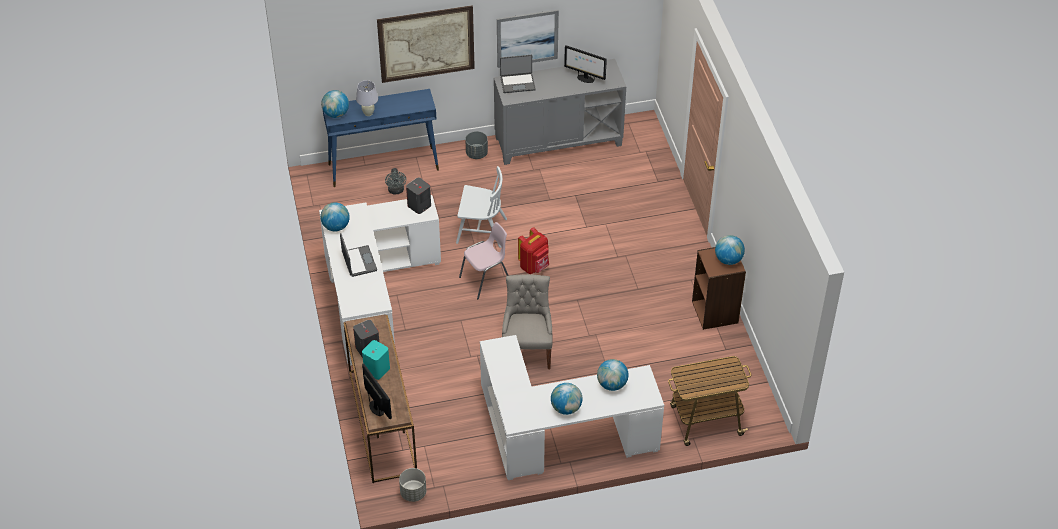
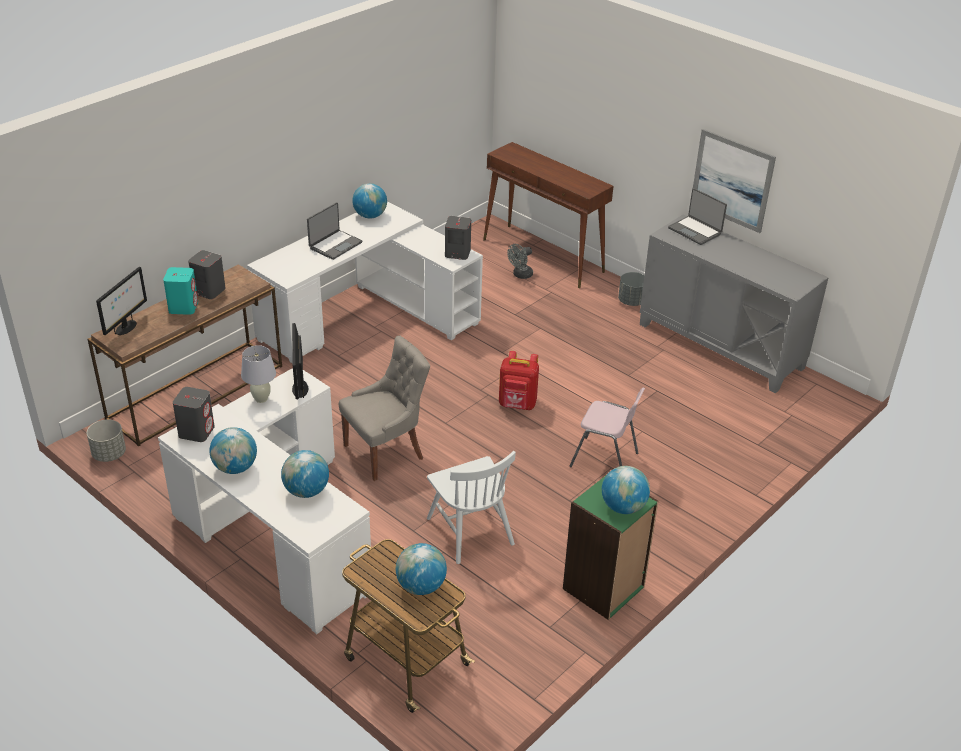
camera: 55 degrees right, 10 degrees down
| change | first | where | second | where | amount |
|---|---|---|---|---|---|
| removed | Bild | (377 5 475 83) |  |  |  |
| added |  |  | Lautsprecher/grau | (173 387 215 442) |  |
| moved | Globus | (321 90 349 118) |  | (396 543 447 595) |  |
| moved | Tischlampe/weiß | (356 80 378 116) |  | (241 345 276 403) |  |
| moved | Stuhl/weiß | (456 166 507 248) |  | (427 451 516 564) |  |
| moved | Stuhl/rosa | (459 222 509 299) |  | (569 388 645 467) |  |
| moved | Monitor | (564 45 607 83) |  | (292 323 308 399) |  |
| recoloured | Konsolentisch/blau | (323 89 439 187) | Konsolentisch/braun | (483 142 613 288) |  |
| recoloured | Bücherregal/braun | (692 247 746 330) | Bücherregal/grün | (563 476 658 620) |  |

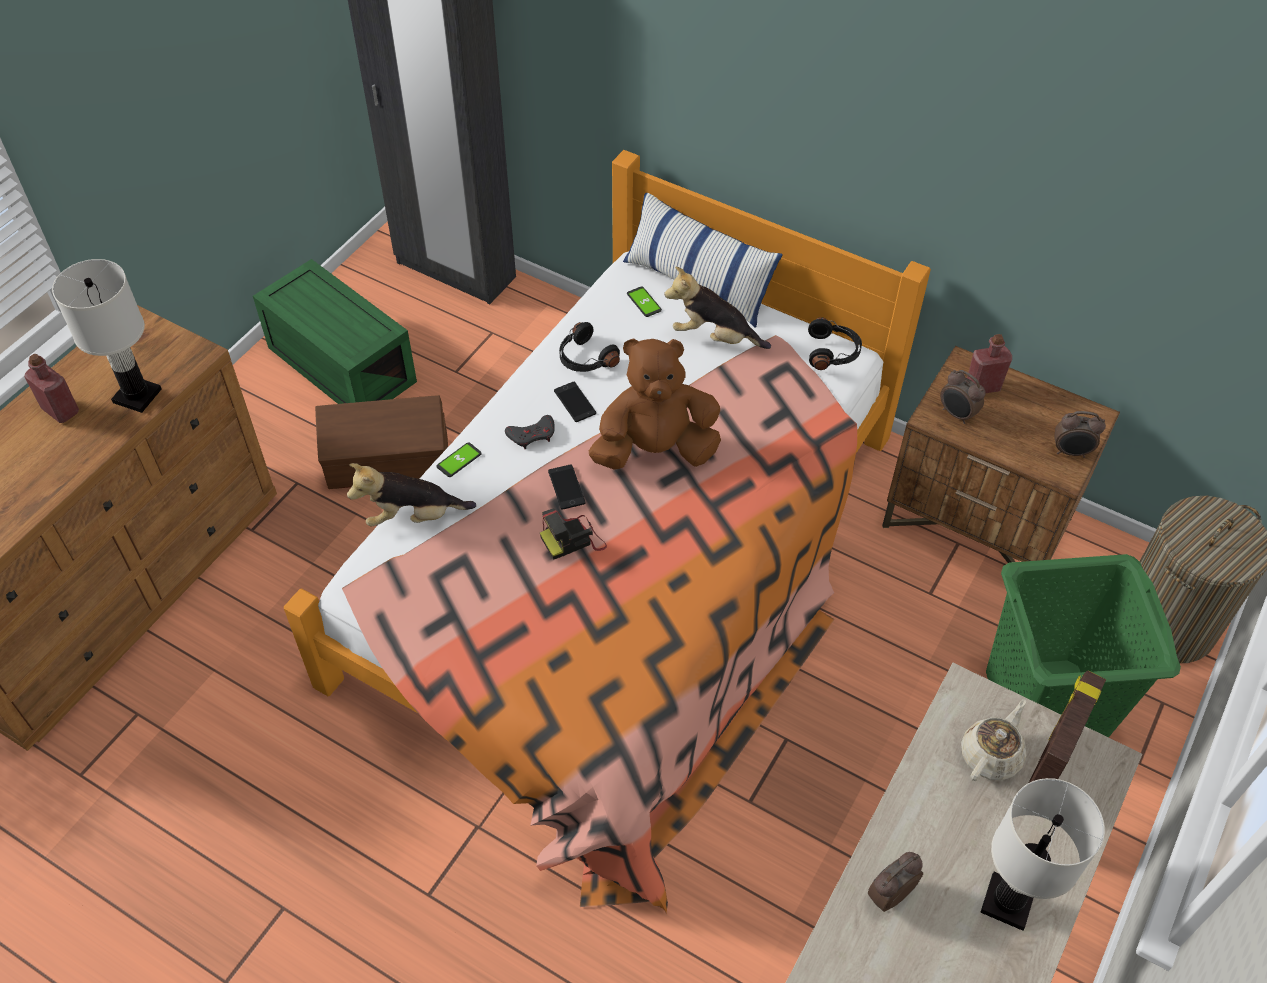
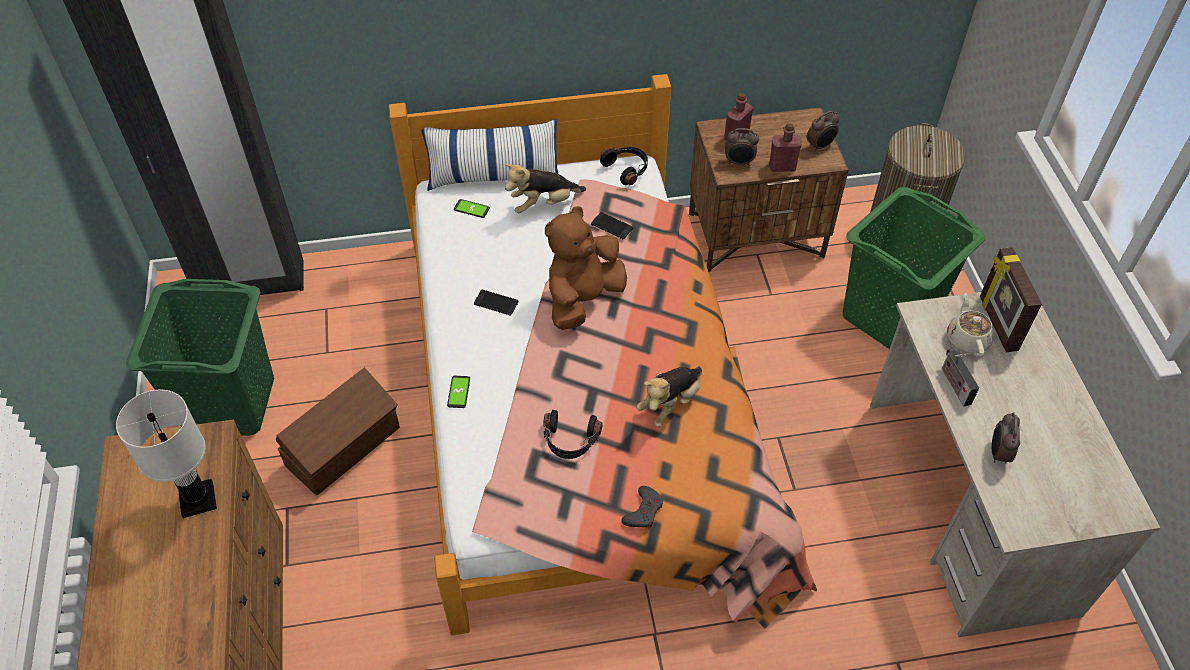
camera: 40 degrees left, 0 degrees up
| change | first | where | second | where | amount |
|---|---|---|---|---|---|
| removed | Kamera | (540 509 607 560) |  |  |  |
| removed | Tischlampe/weiß | (980 778 1105 931) |  |  |  |
| added |  |  | Radio | (942 349 979 406) |  |
| moved | Flasche/rot | (24 354 79 423) |  | (769 123 802 172) |  |
| moved | Plüschtier | (347 463 476 527) |  | (637 366 702 427) |  |
| moved | Gamepad/grau | (505 415 555 449) |  | (621 486 663 527) |  |
| moved | Handy | (548 464 585 510) |  | (591 212 633 239) |  |
| moved | Kopfhörer/schwarz | (559 322 620 372) |  | (543 410 603 459) |  |
| replaced | Aufbewahrungsbox/grün | (253 259 417 404) | Wäschekorb/grün | (126 279 274 436) |  |

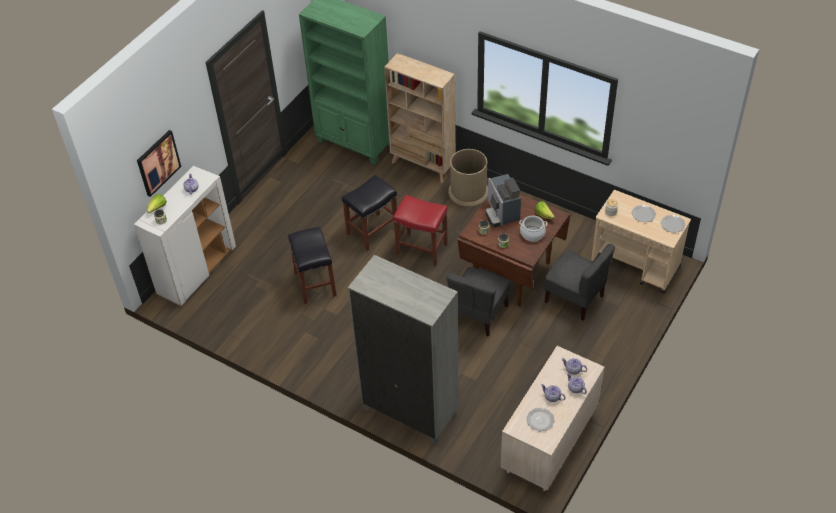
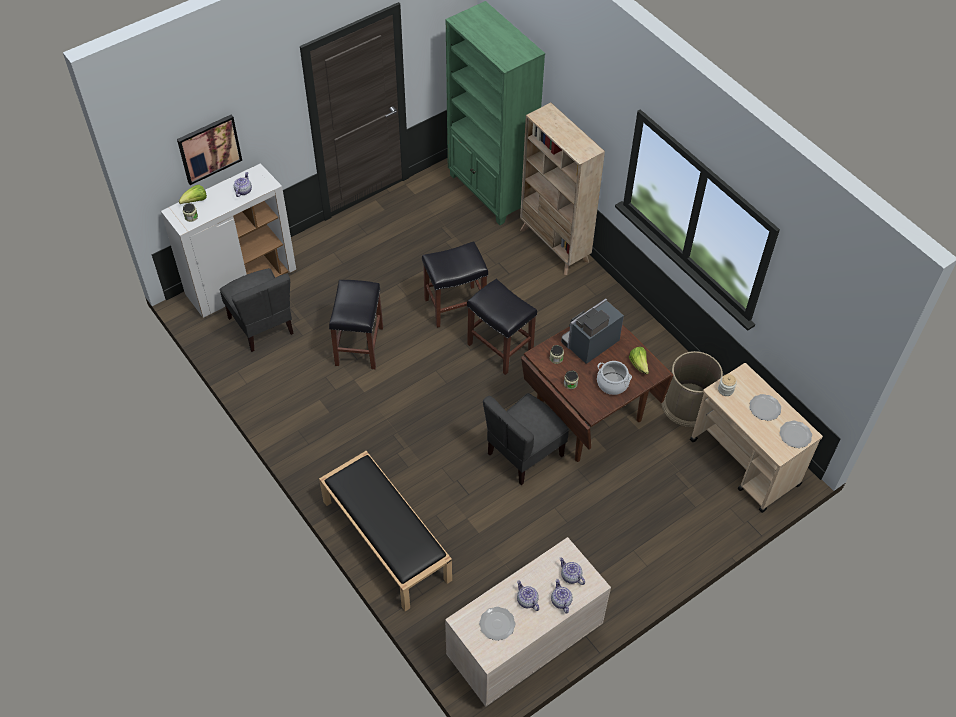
camera: 20 degrees right, 5 degrees up
| change | first | where | second | where | amount |
|---|---|---|---|---|---|
| moved | Mülleimer/braun | (448 149 488 207) |  | (661 351 723 427) |  |
| moved | Stuhl/grau | (544 244 615 320) |  | (220 268 294 352) |  |
| replaced | Bücherregal/grau | (348 255 459 445) | Bank/schwarz | (319 451 452 612) |  |
| recoloured | Hocker/rot | (393 195 448 266) | Hocker/schwarz | (467 279 537 375) |  |
| turned | Kaffeemaschine | (486 174 521 227) |  | (561 298 624 364) | 45 degrees clockwise |

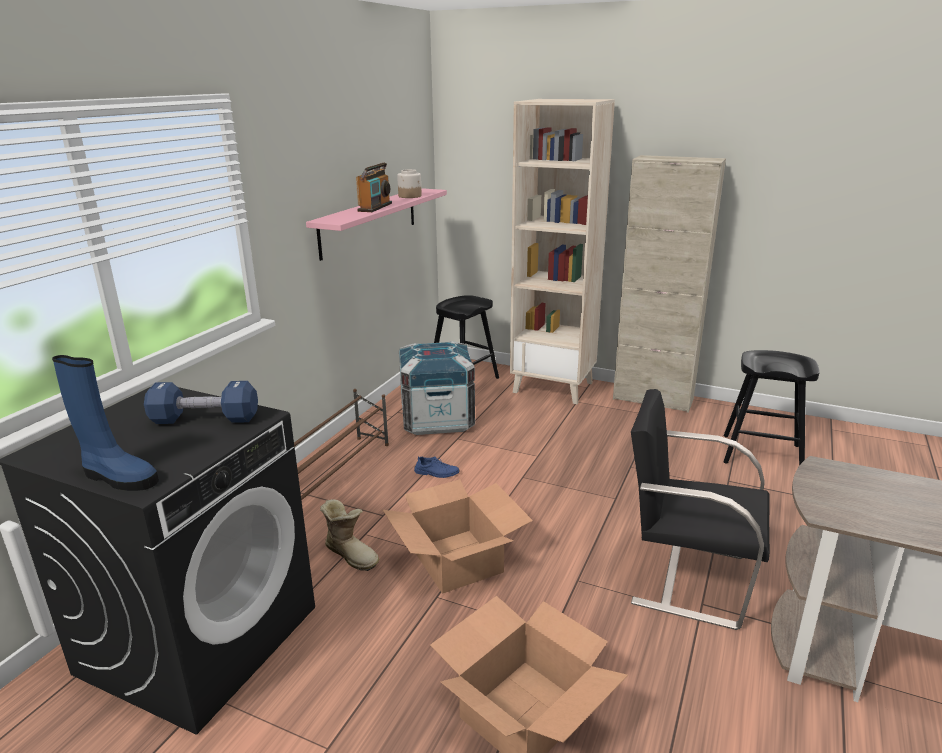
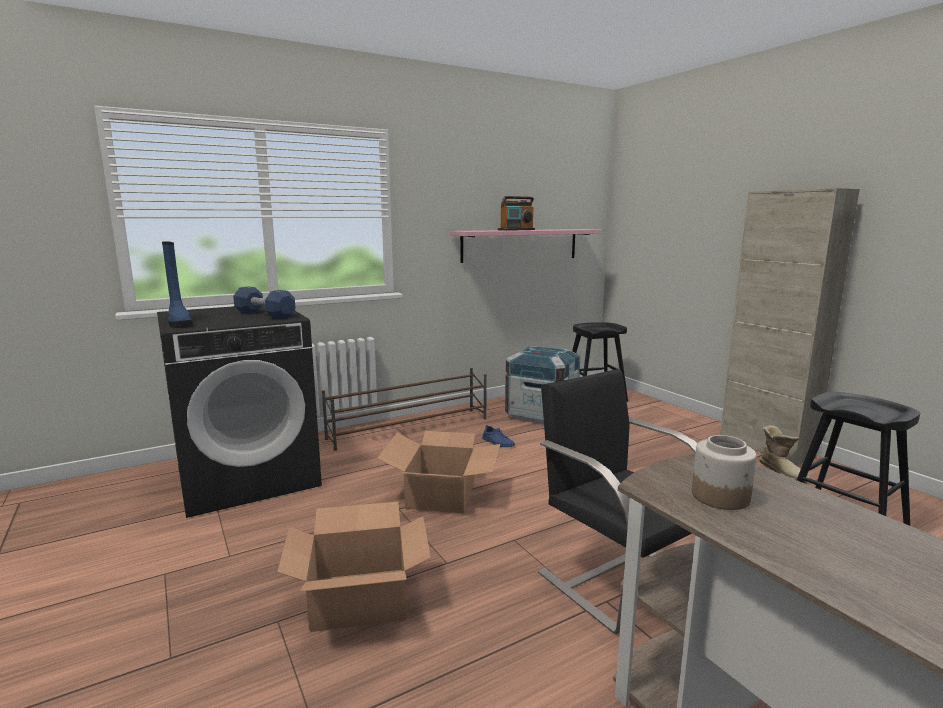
camera: 35 degrees right, 10 degrees down
| change | first | where | second | where | amount |
|---|---|---|---|---|---|
| removed | Bücherregal/beige | (510 99 615 404) |  |  |  |
| moved | Stiefel | (320 499 379 571) |  | (759 425 810 484) |  |
| moved | Vorratsglas | (397 169 422 198) |  | (692 435 757 510) |  |

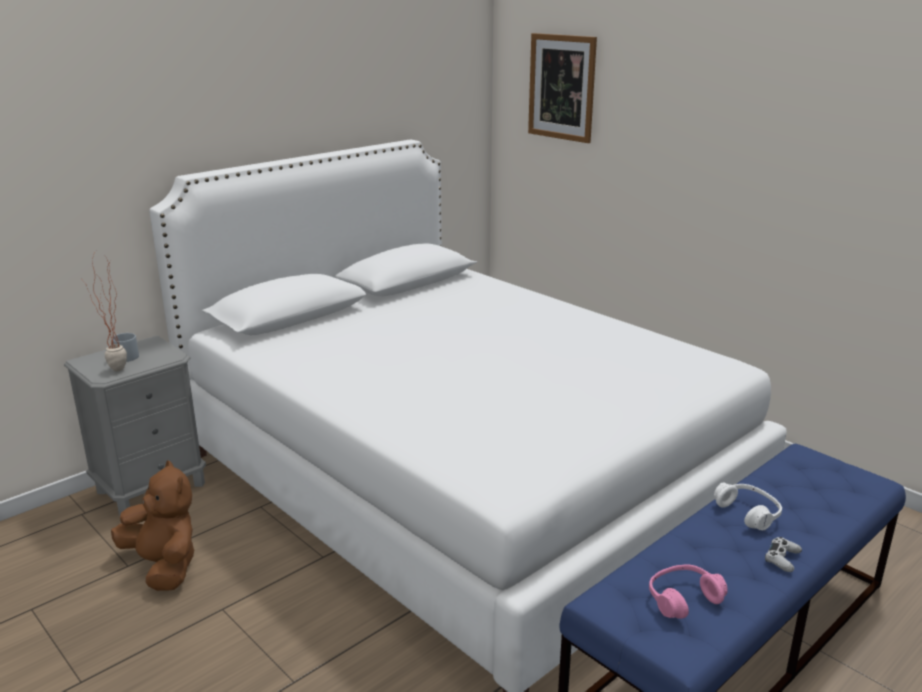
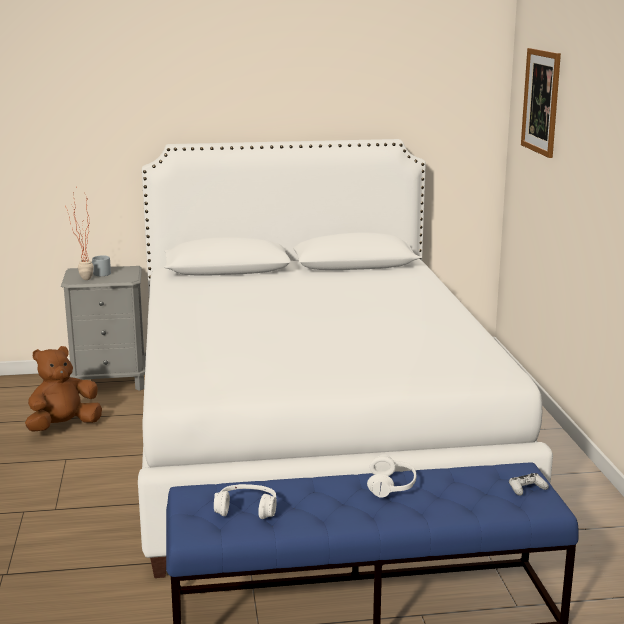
camera: 35 degrees right, 5 degrees down
| change | first | where | second | where | amount |
|---|---|---|---|---|---|
| moved | Gamepad/weiß | (765 537 802 572) |  | (509 473 549 496) |  |
| recoloured | Kopfhörer/rosa | (649 565 728 619) | Kopfhörer/weiß | (214 484 277 519) |  |
| turned | Plüschtier/braun | (111 460 195 591) |  | (25 346 102 432) | 120 degrees counterclockwise |

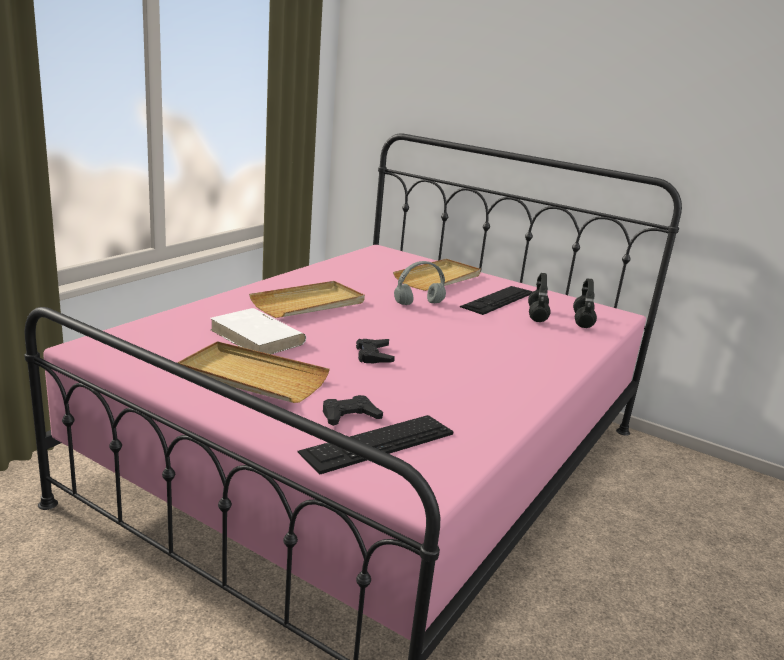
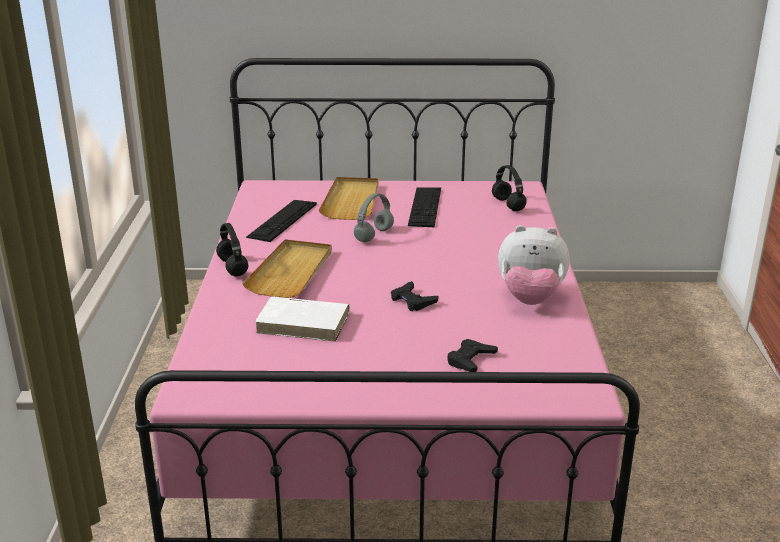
camera: 30 degrees left, 5 degrees up
| change | first | where | second | where | amount |
|---|---|---|---|---|---|
| removed | Tablett/beige | (178 341 330 403) |  |  |  |
| added |  |  | Plüschtier | (498 225 570 305) |  |
| moved | Tastatur | (298 415 454 475) |  | (246 200 317 242) |  |
| moved | Kopfhörer/schwarz | (528 273 551 322) |  | (216 223 249 276) |  |

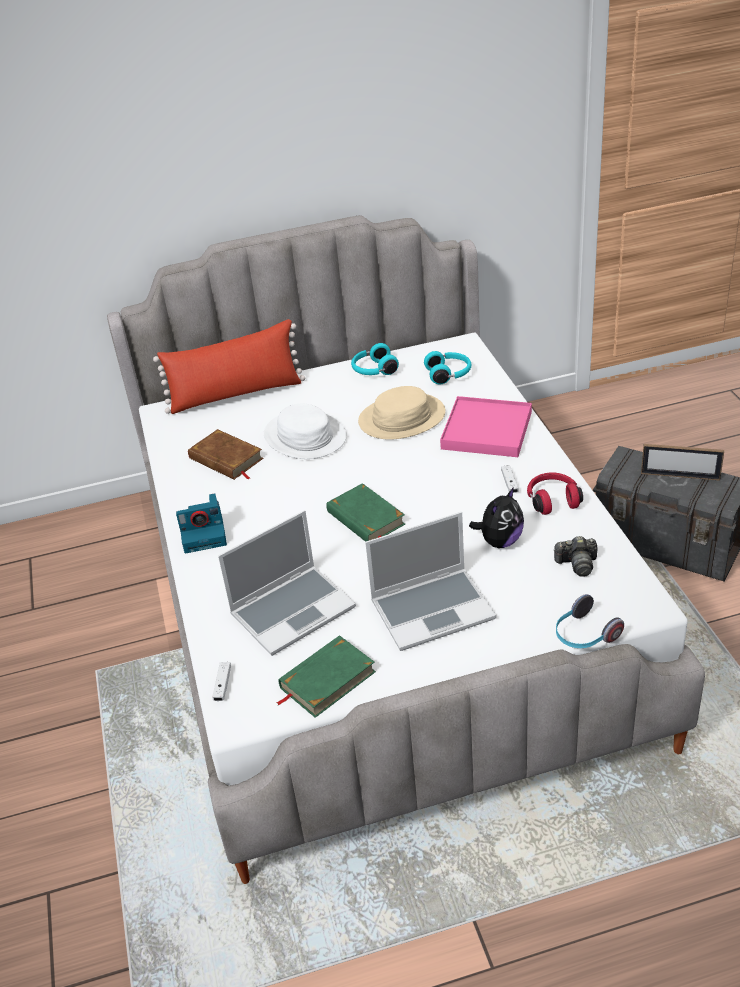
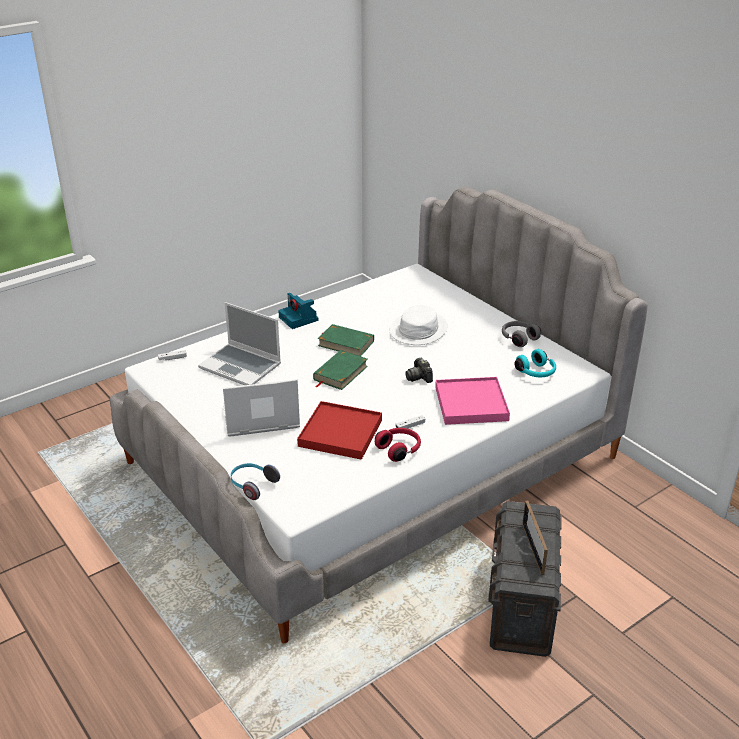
camera: 65 degrees right, 5 degrees down
| change | first | where | second | where | amount |
|---|---|---|---|---|---|
| removed | Kissen/rot | (153 319 305 414) |  |  |  |
| removed | Buch/braun | (188 429 263 480) |  |  |  |
| removed | Hut/beige | (358 386 446 440) |  |  |  |
| moved | Buch/grün | (277 635 376 718) |  | (318 324 374 356) |  |
| moved | Kamera | (554 536 598 577) |  | (405 358 433 383) |  |
| replaced | Plüschtier | (469 487 524 548) | Tablett/rot | (297 401 382 460) |  |
| recoloured | Kopfhörer/türkis | (351 343 399 375) | Kopfhörer/grau | (502 321 541 347) |  |
| turned | Laptop | (365 512 496 651) |  | (223 379 300 436) | 120 degrees clockwise |

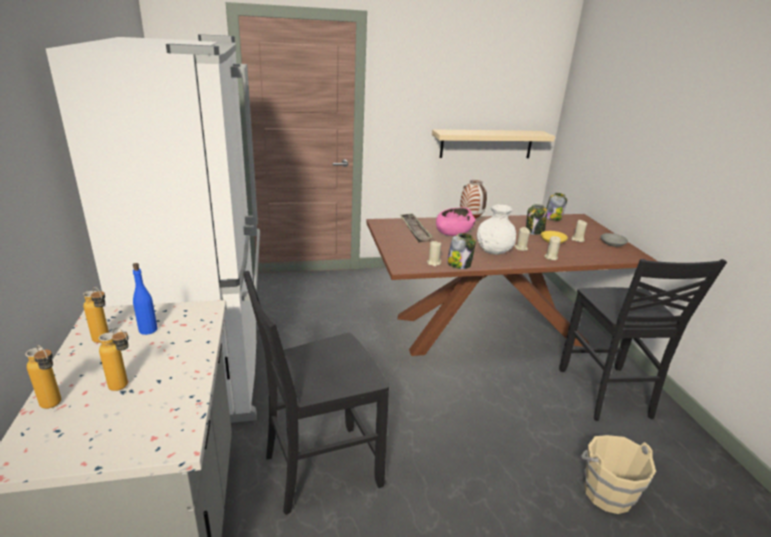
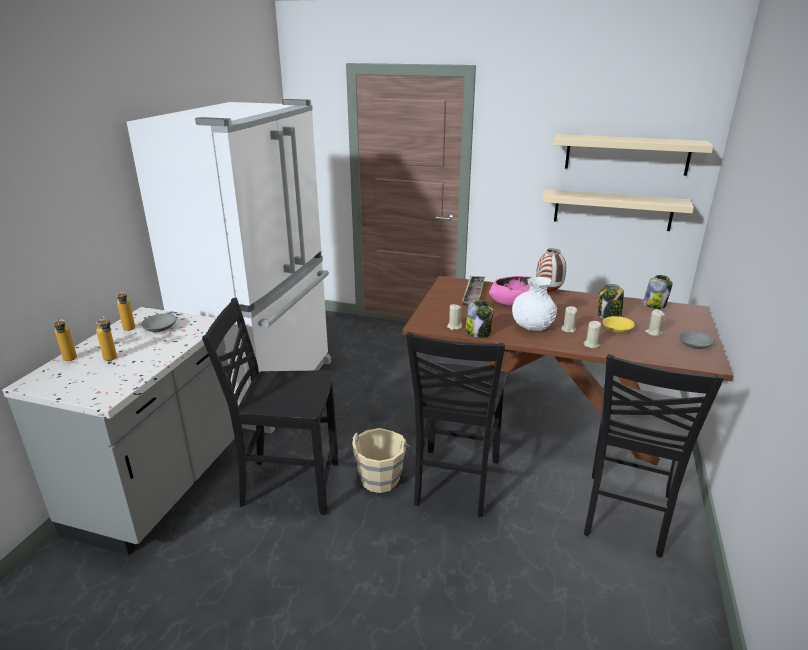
camera: 30 degrees right, 0 degrees up
| change | first | where | second | where | amount |
|---|---|---|---|---|---|
| added |  |  | Stuhl/schwarz | (406 332 507 517) |  |
| added |  |  | Wandregal/beige | (553 134 713 176) |  |
| moved | Eimer/beige | (580 435 656 514) |  | (352 428 409 493) |  |
| replaced | Flasche/blau | (133 263 157 335) | Schüssel/grau | (141 313 177 332) |  |

